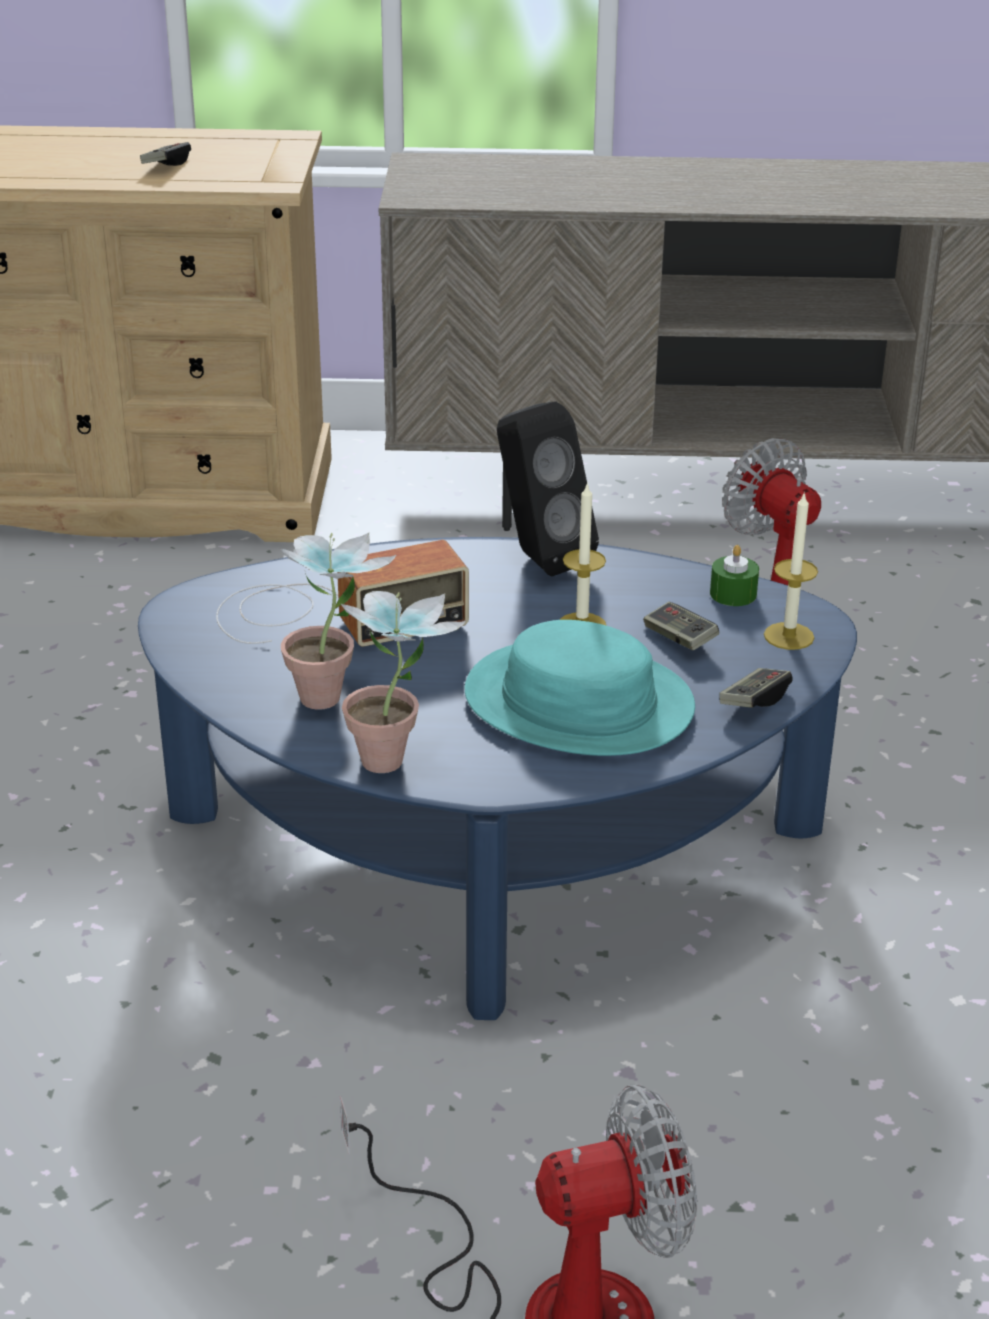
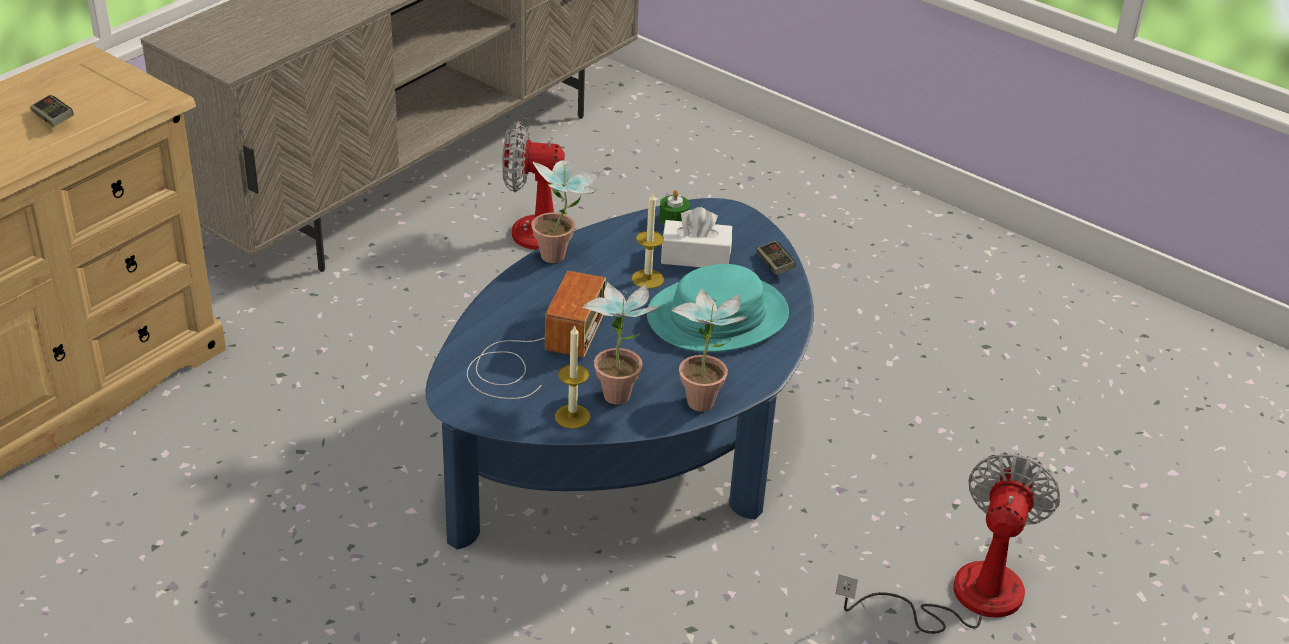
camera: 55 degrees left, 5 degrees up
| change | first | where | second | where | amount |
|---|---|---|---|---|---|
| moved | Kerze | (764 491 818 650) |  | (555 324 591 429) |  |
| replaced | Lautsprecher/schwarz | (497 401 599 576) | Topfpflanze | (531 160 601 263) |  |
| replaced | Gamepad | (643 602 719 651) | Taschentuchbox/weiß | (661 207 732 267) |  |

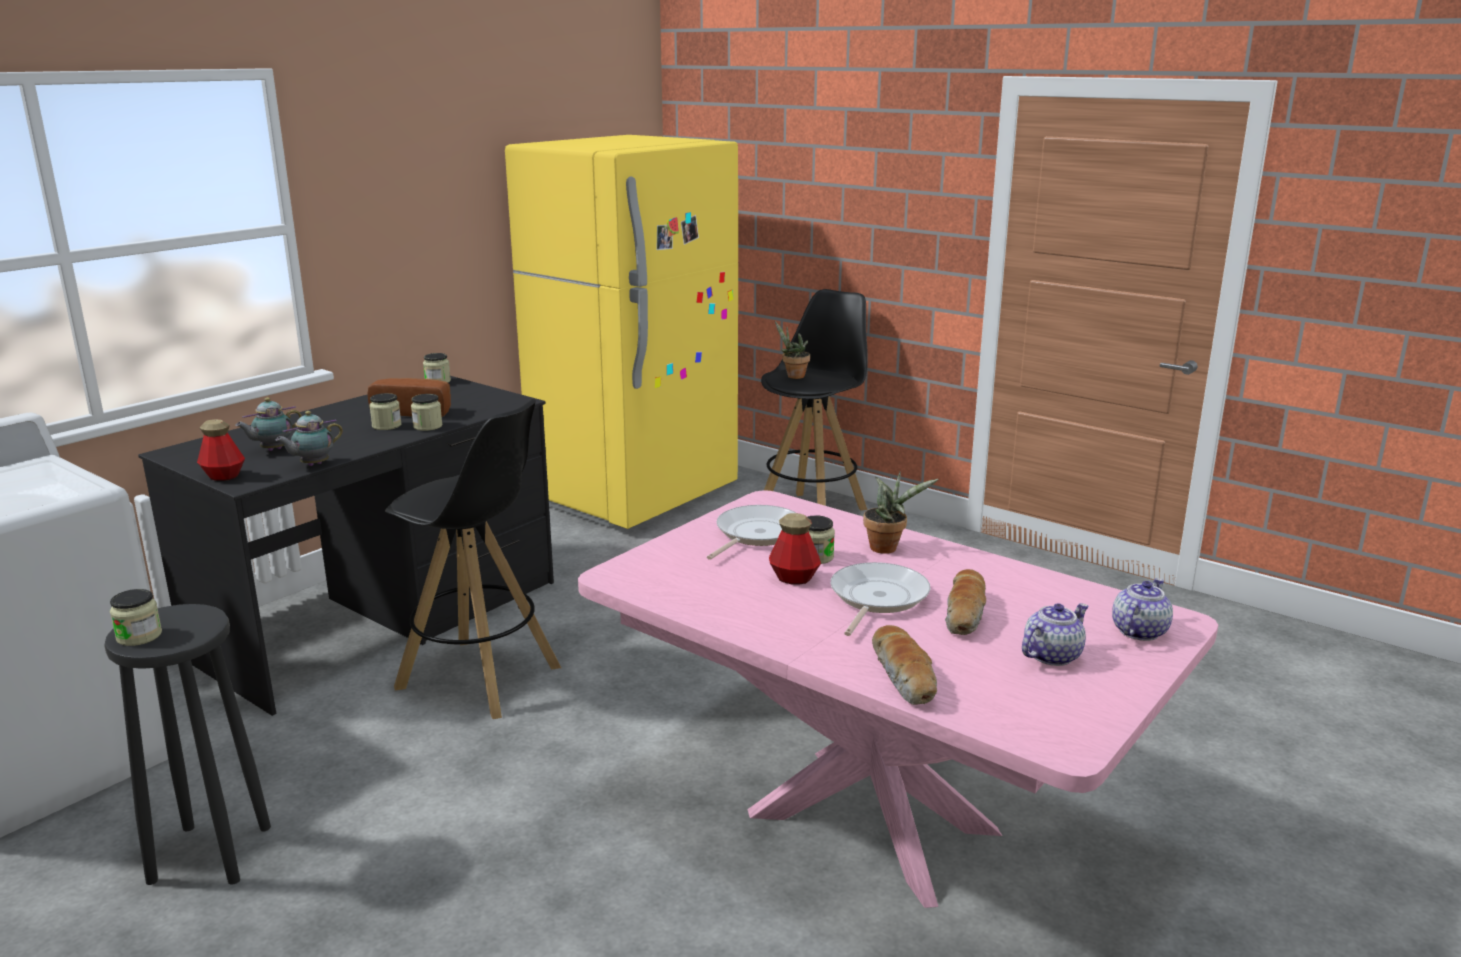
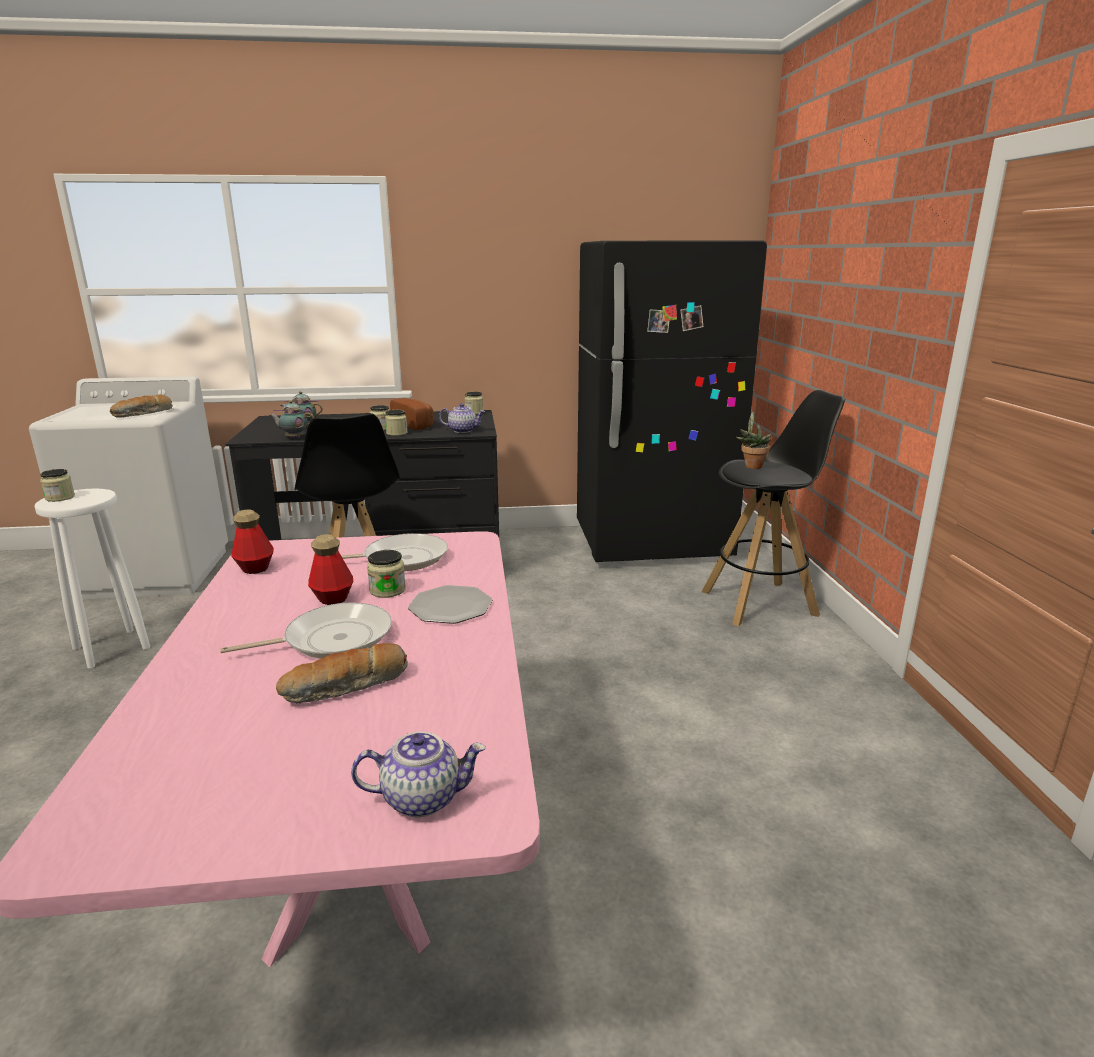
camera: 45 degrees right, 0 degrees up
| change | first | where | second | where | amount |
|---|---|---|---|---|---|
| moved | Flasche | (197 419 245 481) |  | (231 509 274 574) |  |
| moved | Brot | (872 625 937 705) |  | (110 395 173 418) |  |
| moved | Teekanne | (1022 603 1089 666) |  | (439 403 485 433) |  |
| replaced | Topfpflanze | (863 472 939 554) | Teller | (408 585 492 624) |  |
| recoloured | Hocker/schwarz | (104 604 271 885) | Hocker/weiß | (34 488 150 668) |  |
| recoloured | Kühlschrank/gelb | (505 135 738 529) | Kühlschrank/schwarz | (577 240 767 562) |  |

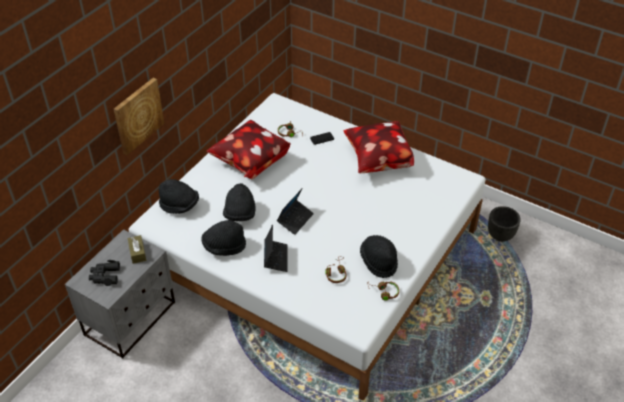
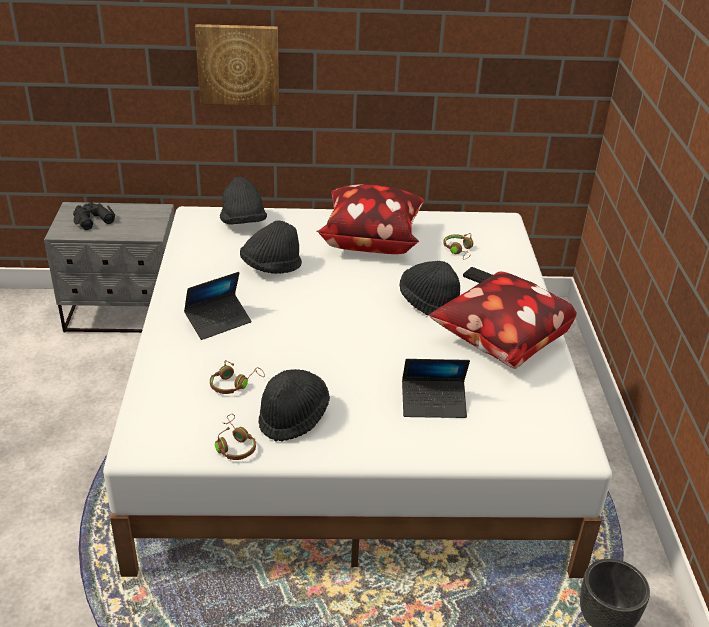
camera: 55 degrees right, 10 degrees down
| change | first | where | second | where | amount |
|---|---|---|---|---|---|
| removed | Taschentuchbox/braun | (128 235 146 264) |  |  |  |
| moved | Hut/schwarz | (201 220 246 256) |  | (400 261 460 316) |  |
| moved | Laptop | (277 188 314 235) |  | (402 359 470 418) |  |

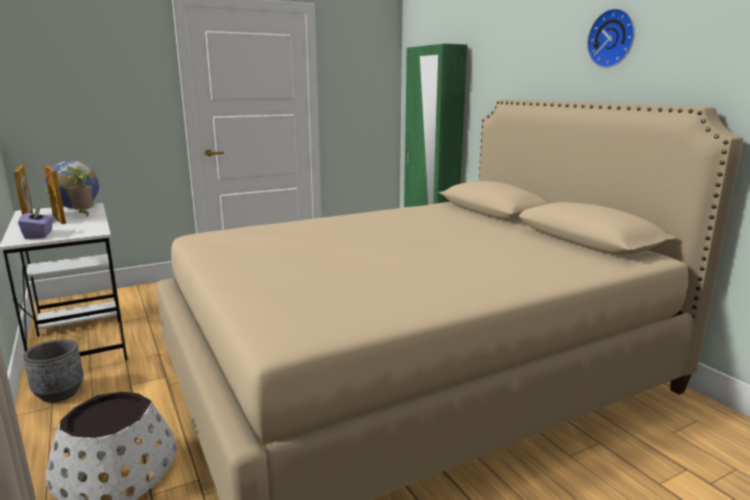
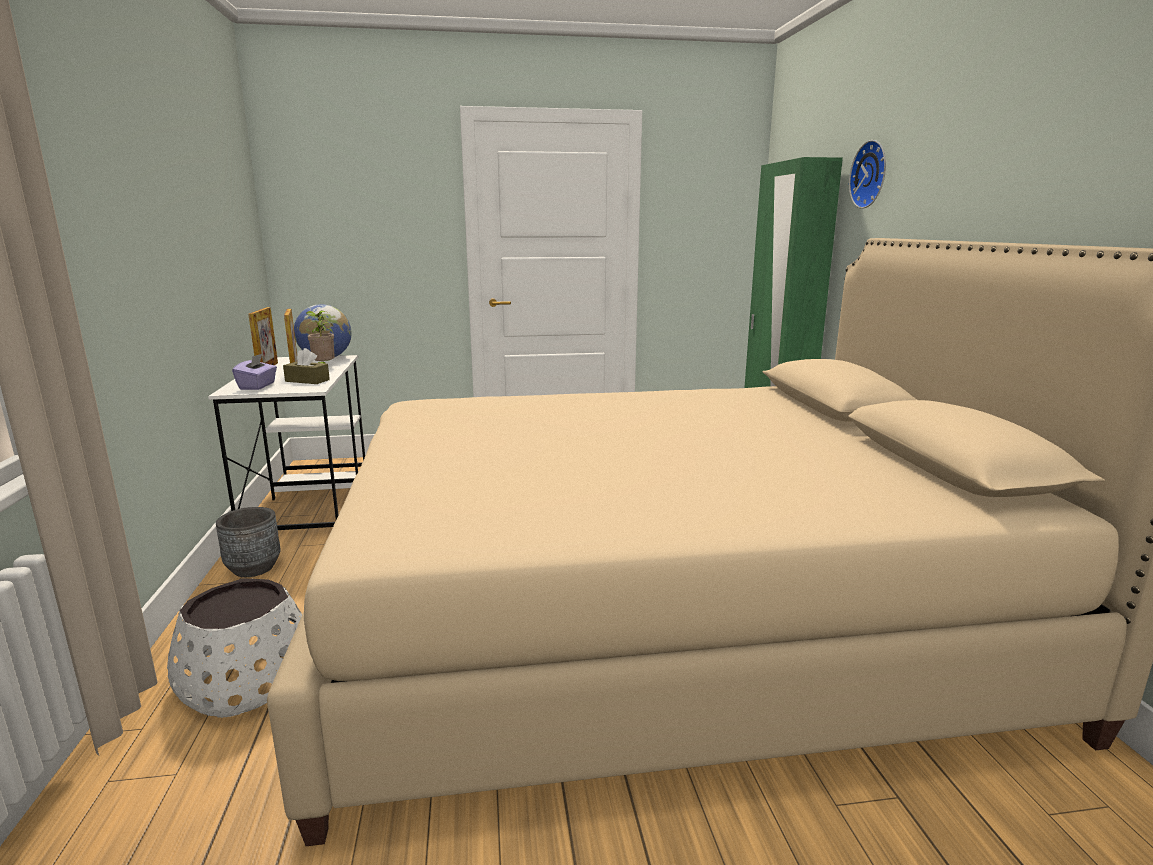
camera: 20 degrees right, 0 degrees up
| change | first | where | second | where | amount |
|---|---|---|---|---|---|
| added |  |  | Taschentuchbox/braun | (283 348 330 384) |  |
| moved | Wanduhr | (587 8 635 68) |  | (849 140 886 209) |  |

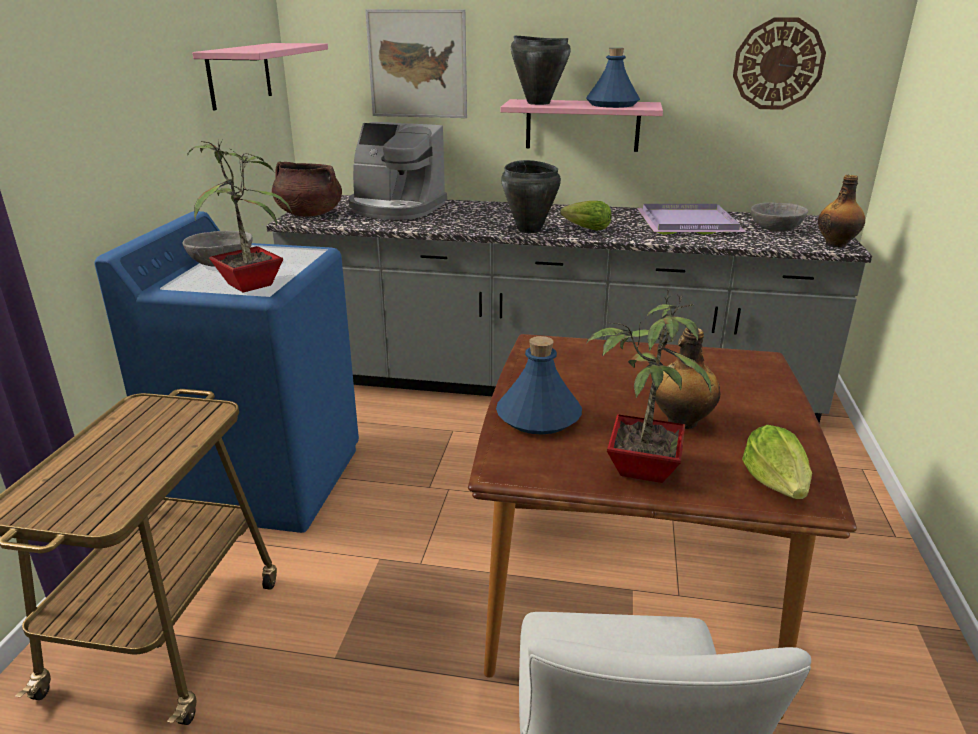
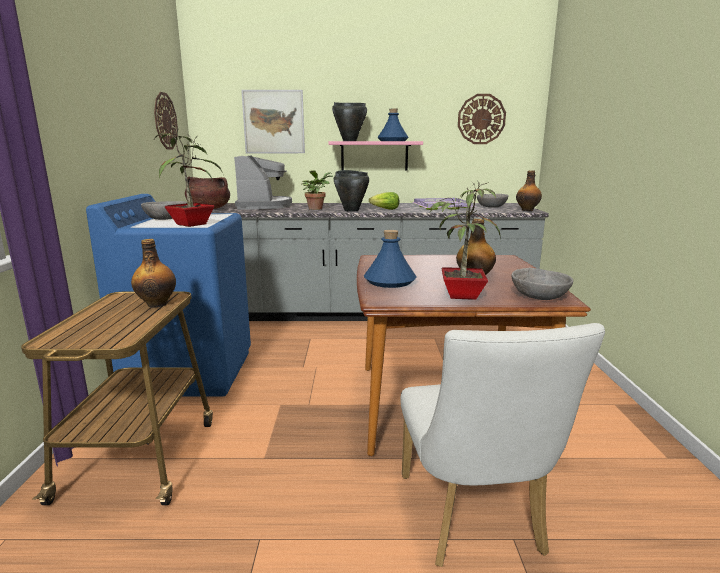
camera: 10 degrees left, 10 degrees down
| change | first | where | second | where | amount |
|---|---|---|---|---|---|
| added |  |  | Flasche | (131 239 176 308) |  |
| added |  |  | Topfpflanze | (301 170 333 210) |  |
| replaced | Wandregal/rosa | (192 43 328 110) | Wanduhr | (154 92 178 150) |  |
| replaced | Salatkopf | (742 425 812 499) | Schüssel/grau | (511 268 573 300) |  |
| turned | Kaffeemaschine | (348 122 447 220) |  | (234 156 292 210) | 105 degrees counterclockwise |

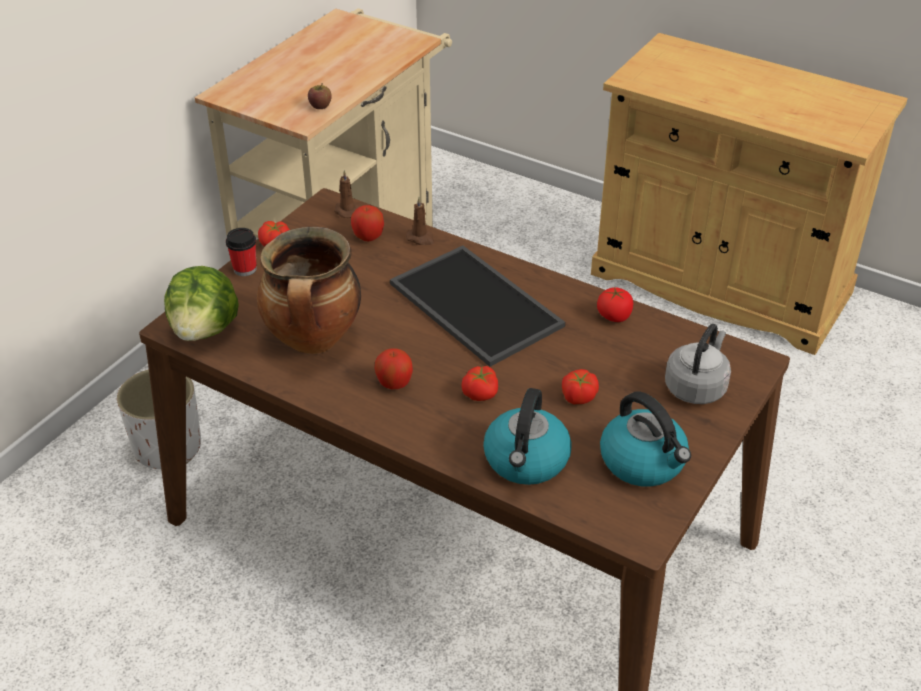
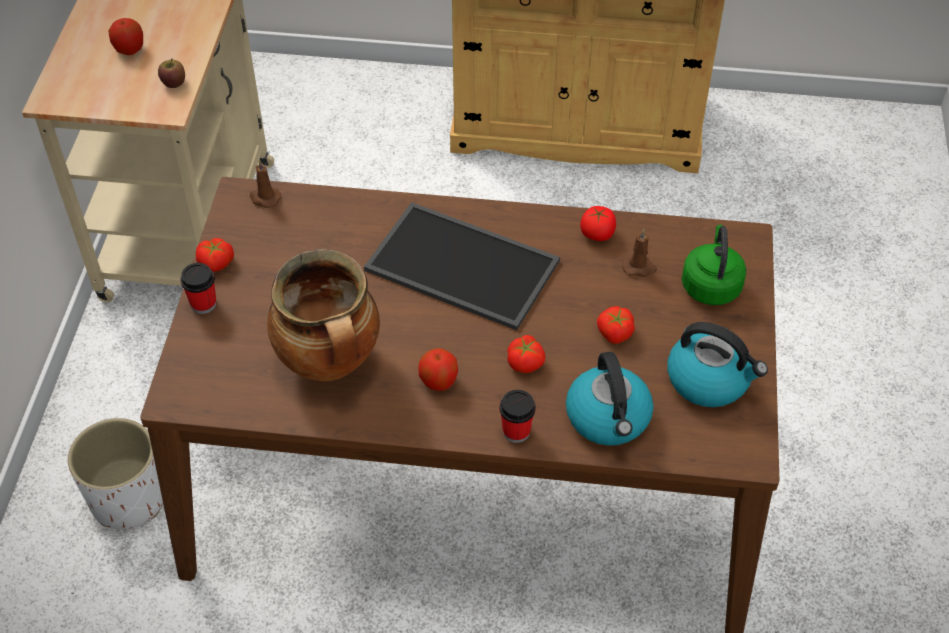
camera: 25 degrees left, 10 degrees up
| change | first | where | second | where | amount |
|---|---|---|---|---|---|
| removed | Salatkopf | (164 266 239 341) |  |  |  |
| added |  |  | Tasse | (499 390 536 443) |  |
| moved | Apfel | (351 205 384 241) |  | (108 18 143 55) |  |
| moved | Kerze/braun | (406 197 435 245) |  | (623 229 657 277) |  |
| recoloured | Wasserkessel/grau | (665 324 731 404) | Wasserkessel/grün | (682 224 746 305) |  |

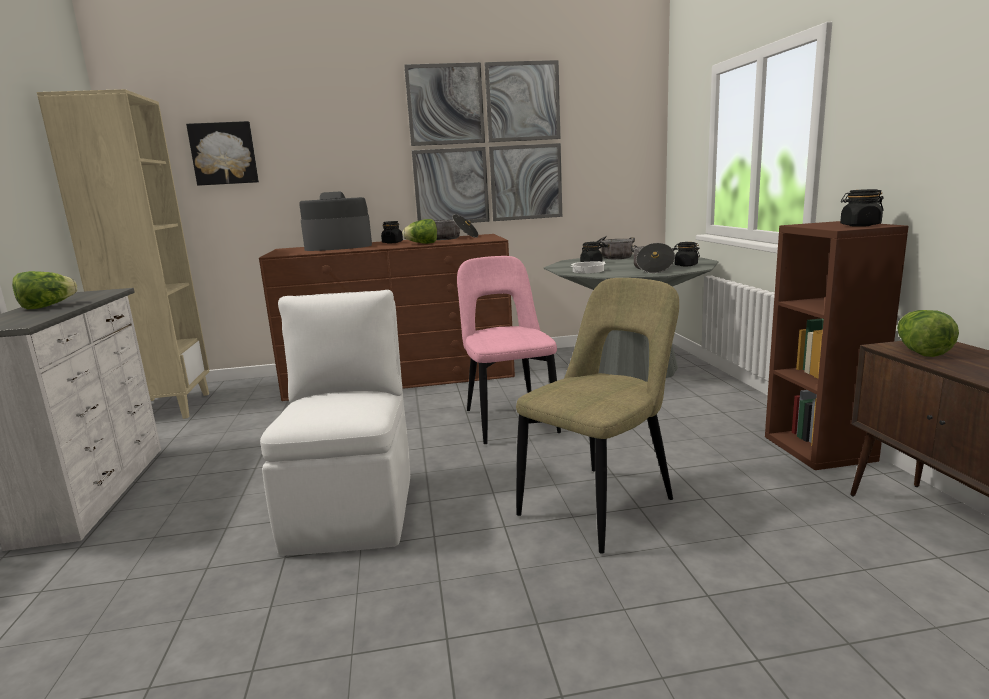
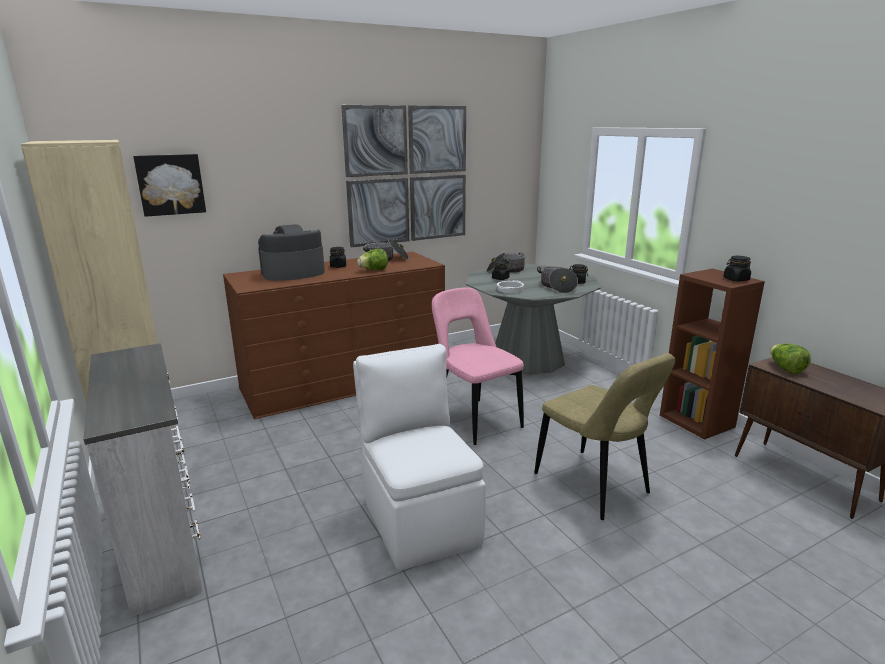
camera: 20 degrees left, 5 degrees up
| change | first | where | second | where | amount |
|---|---|---|---|---|---|
| removed | Salatkopf | (12 271 78 309) |  |  |  |
| turned | Stuhl/beige | (516 278 679 554) |  | (534 353 675 520) | 120 degrees clockwise |

